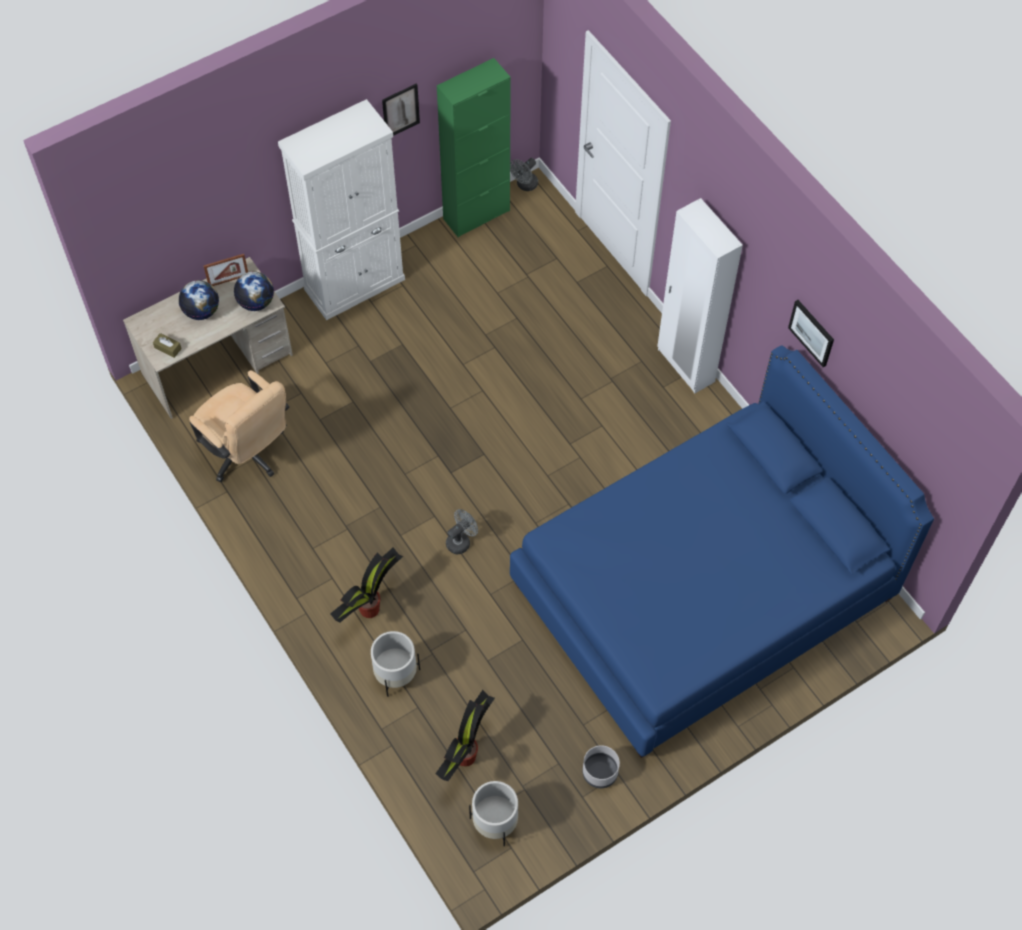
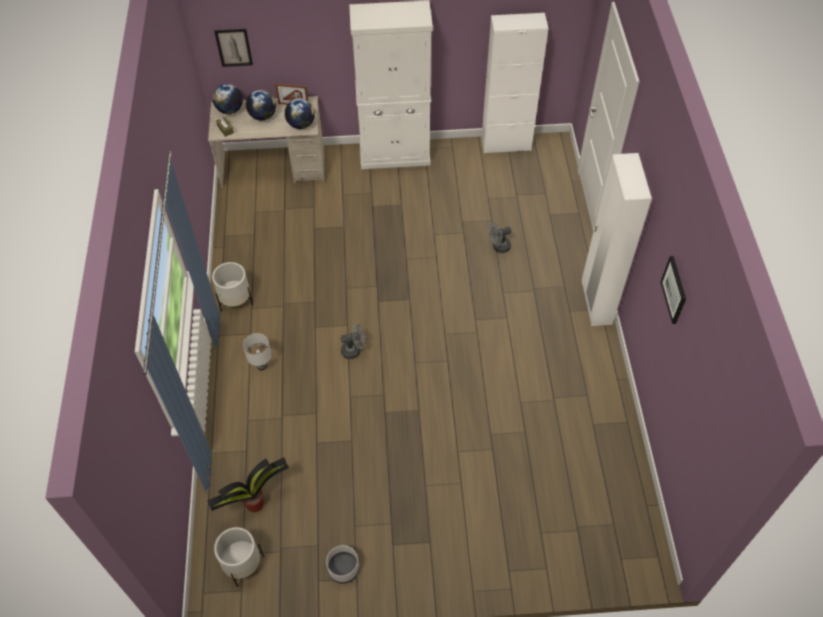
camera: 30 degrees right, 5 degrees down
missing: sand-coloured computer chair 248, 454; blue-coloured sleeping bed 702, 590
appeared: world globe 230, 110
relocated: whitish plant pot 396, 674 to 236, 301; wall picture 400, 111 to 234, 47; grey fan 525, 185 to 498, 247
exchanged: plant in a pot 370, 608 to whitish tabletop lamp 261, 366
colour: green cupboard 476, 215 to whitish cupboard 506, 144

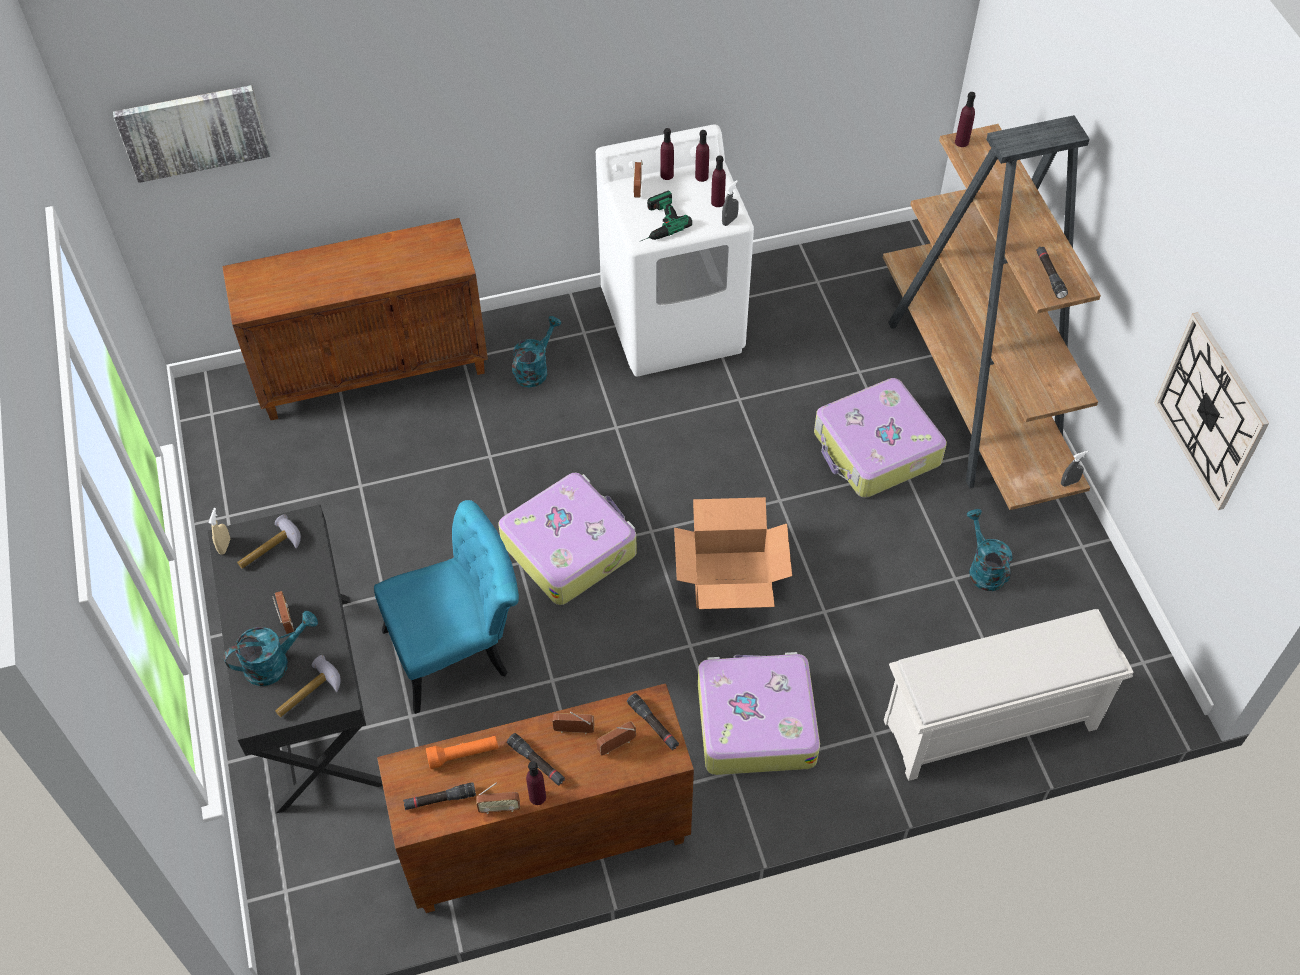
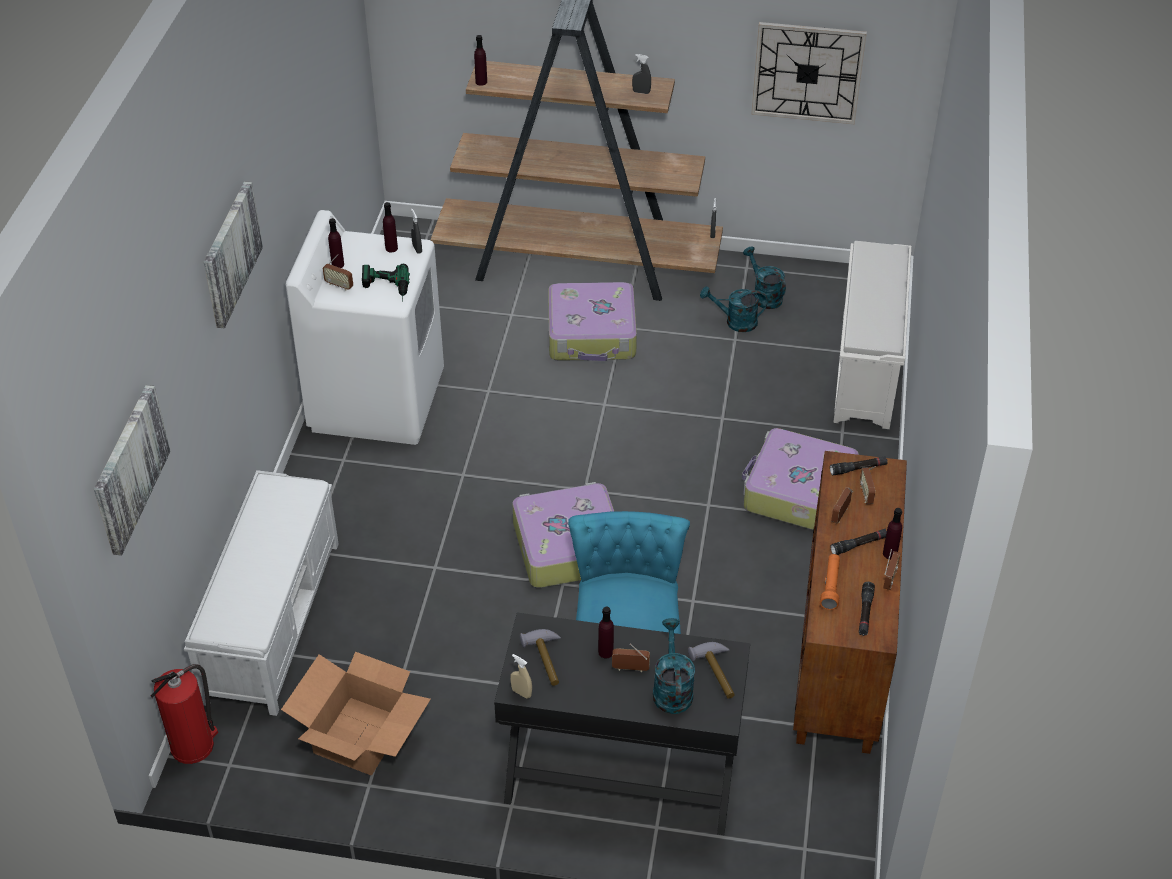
camera: 65 degrees left, 10 degrees down
appeared: fire-fighting cylinder 193, 745; wall picture 230, 253
relocated: cardboard box 731, 580 to 361, 736; purple-coloured beverage bottle 701, 176 to 605, 652; turquoise-coloured watering can 535, 369 to 764, 295
exchanged: brown cupboard 374, 370 to whitish indoor bench 273, 619; black hand torch 1050, 275 to grey hand sprayer 641, 92

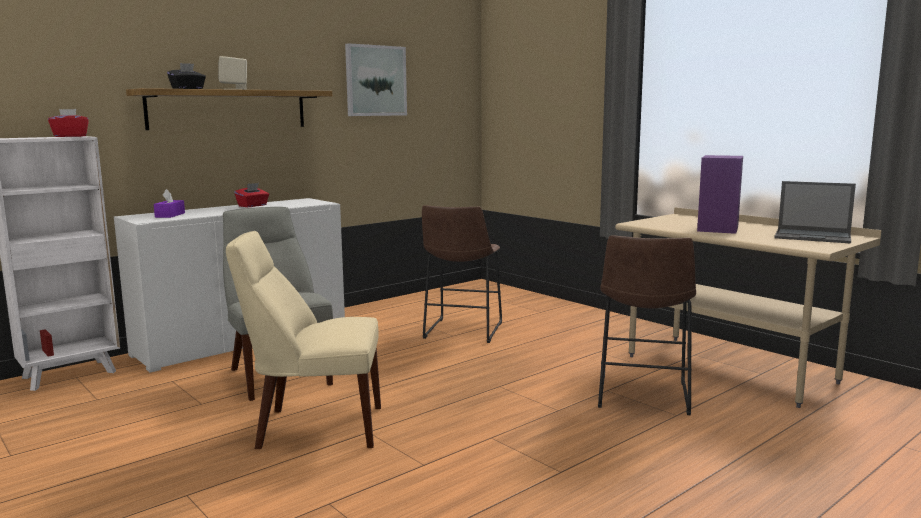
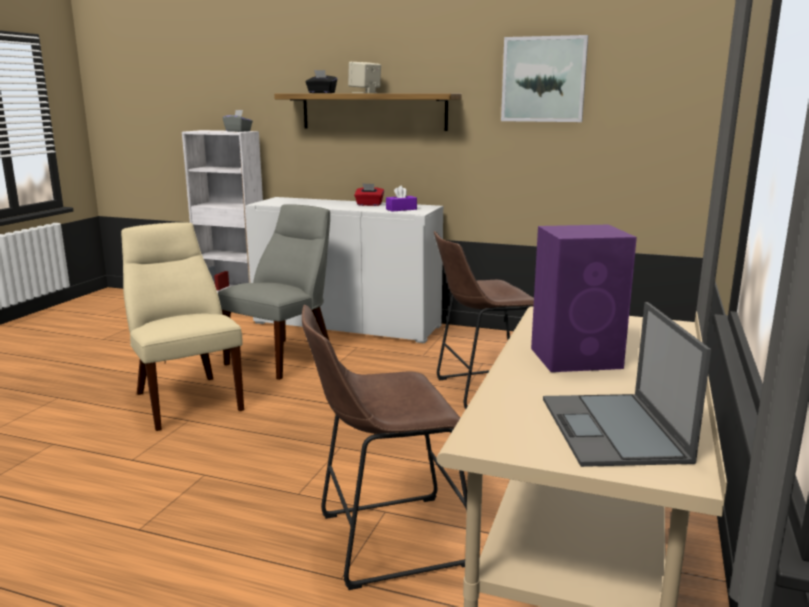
camera: 60 degrees right, 5 degrees up
relocated: purple-coloured box of tissues 170, 215 to 401, 209
colour: reddish box of tissues 70, 136 to grey box of tissues 238, 131

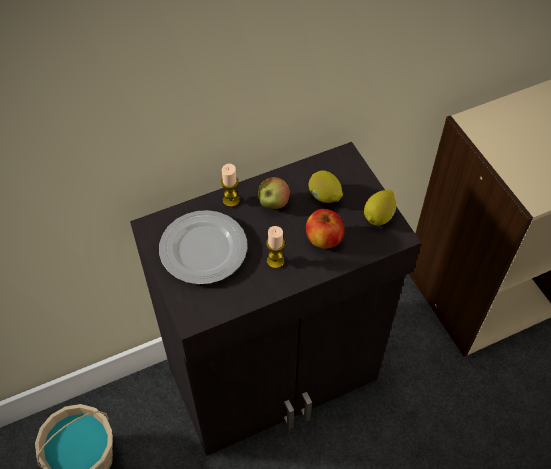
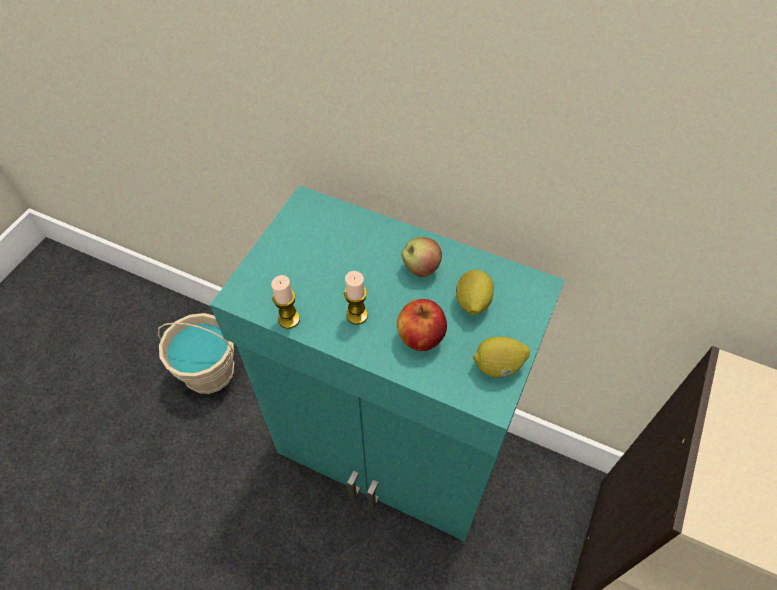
camera: 50 degrees right, 0 degrees up
missing: dinner plate 202, 250
relocated: wax light 231, 200 to 289, 319
colour: black cupboard 275, 376 to turquoise-coloured cupboard 391, 451

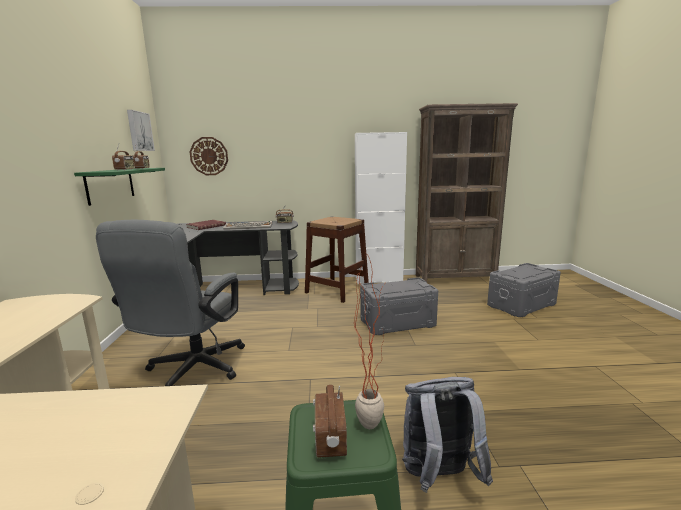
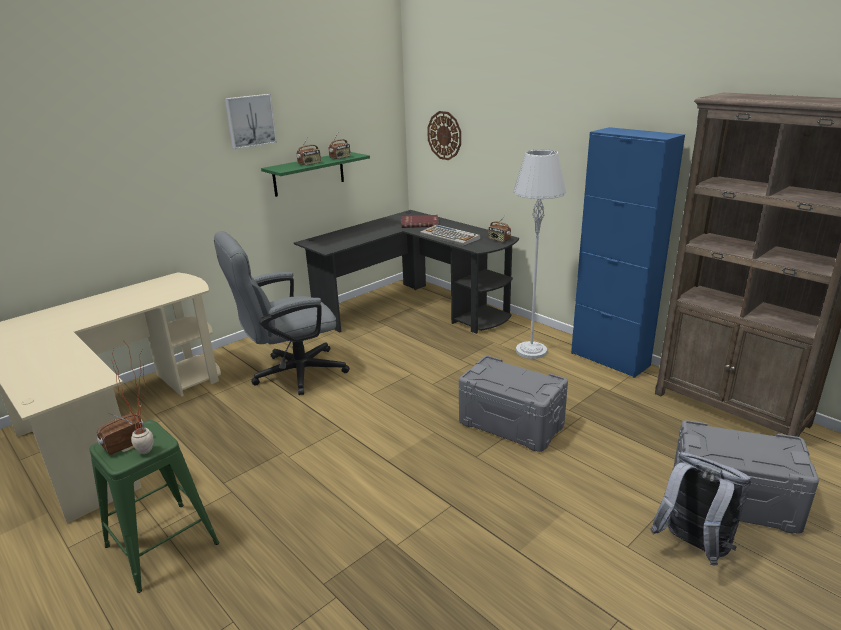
camera: 50 degrees right, 10 degrees up
relocated: wall picture 139, 131 to 250, 121; grey knapsack 438, 477 to 692, 547
exchanged: brown stool seat 337, 290 to grey standard lamp 531, 351
colour: whitish cupboard 379, 280 to blue-coloured cupboard 610, 359

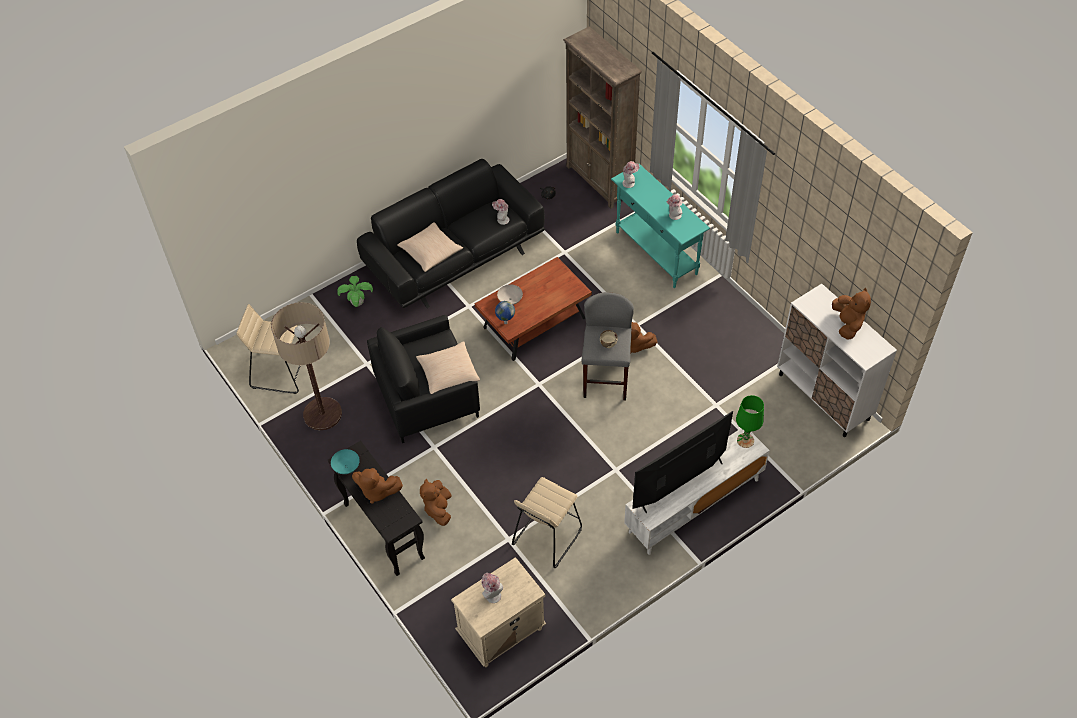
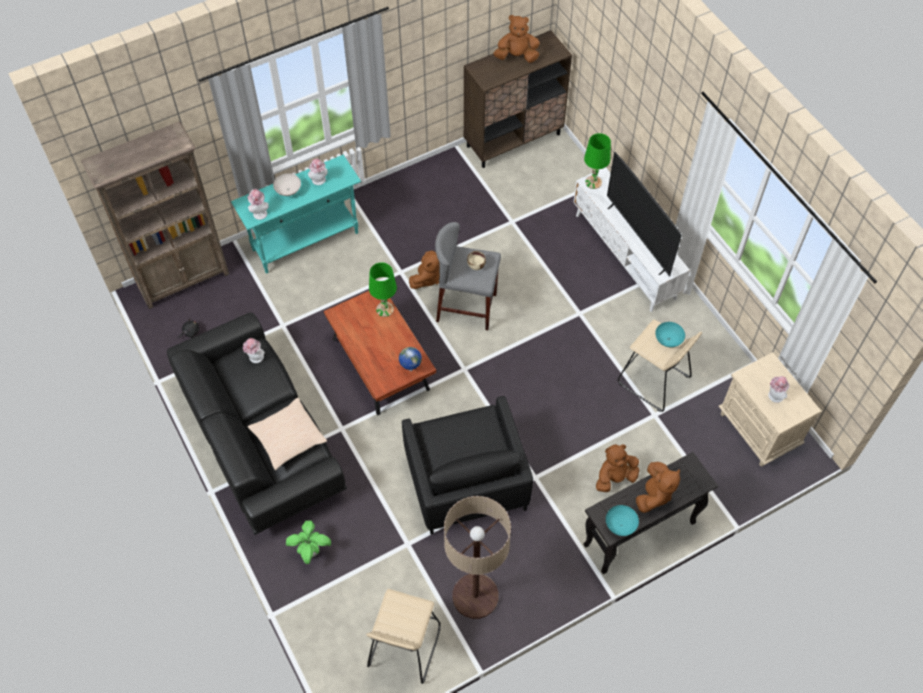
camera: 85 degrees left, 5 degrees up
missing: sand-coloured throw pillow 448, 373
appeared: green tabletop lamp 384, 309; turquoise-coloured serving bowl 668, 340
relocated: whitish serving bowl 510, 300 to 288, 190
colour: whitish cupboard 824, 397 to brown cupboard 513, 140
spun: brown soft toy 438, 509 = 615, 477 150 degrees clockwise

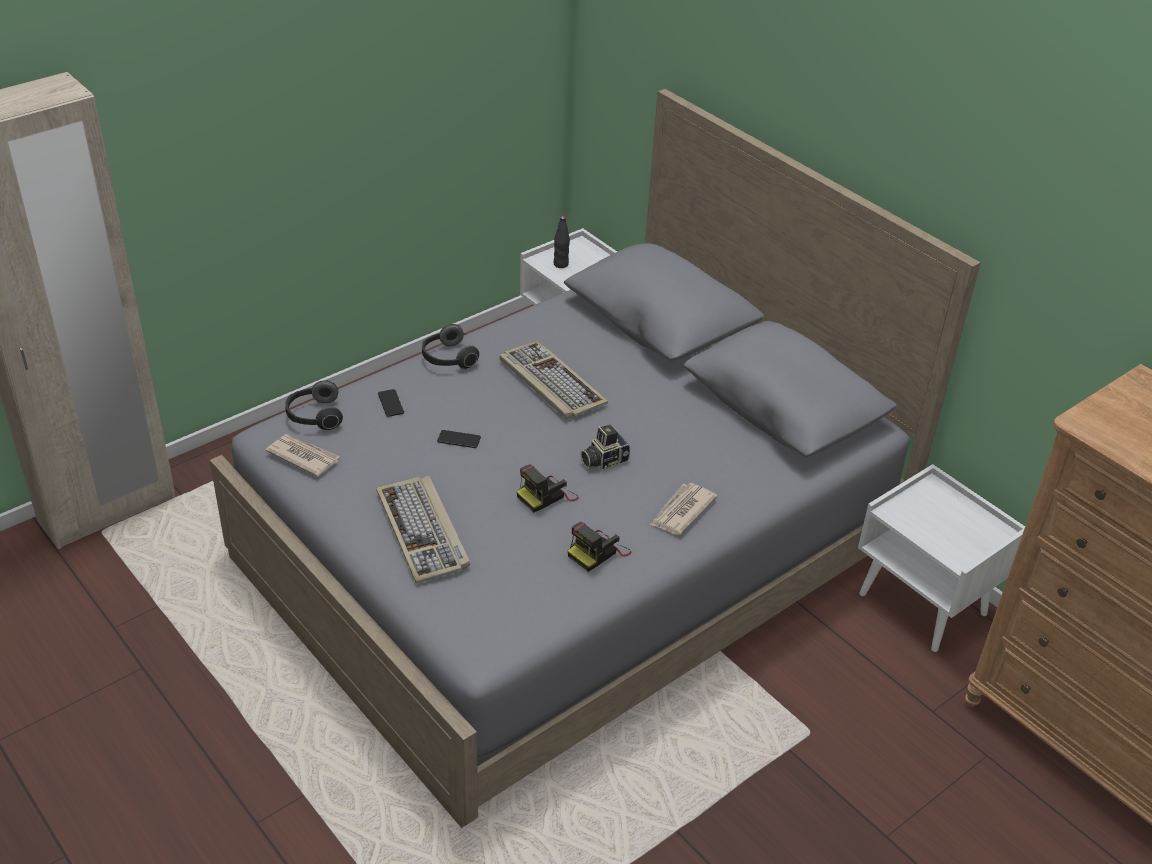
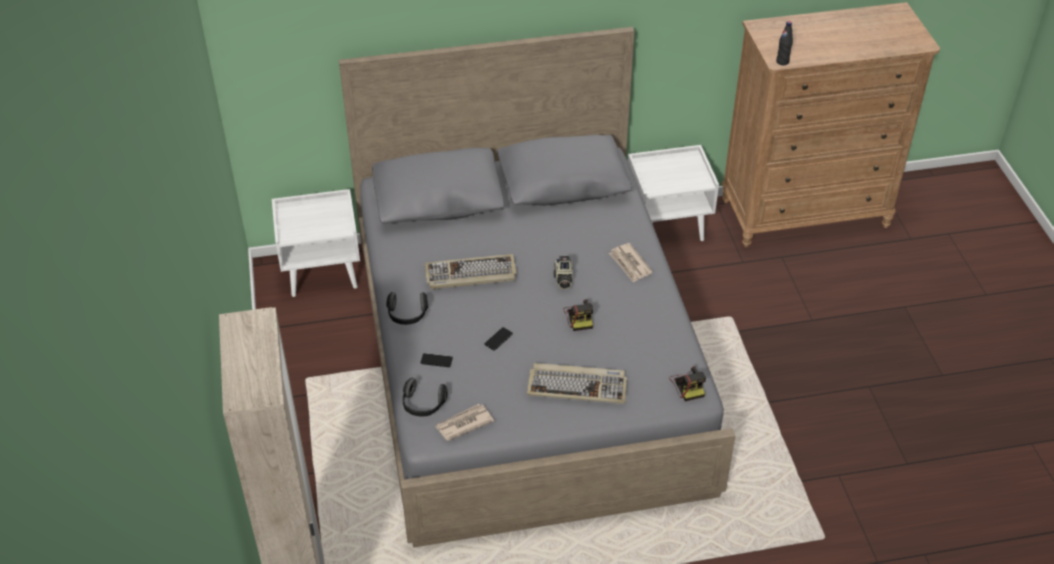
camera: 60 degrees left, 5 degrees up
relocated: still camera 598, 552 to 688, 385; black beverage bottle 561, 264 to 782, 61

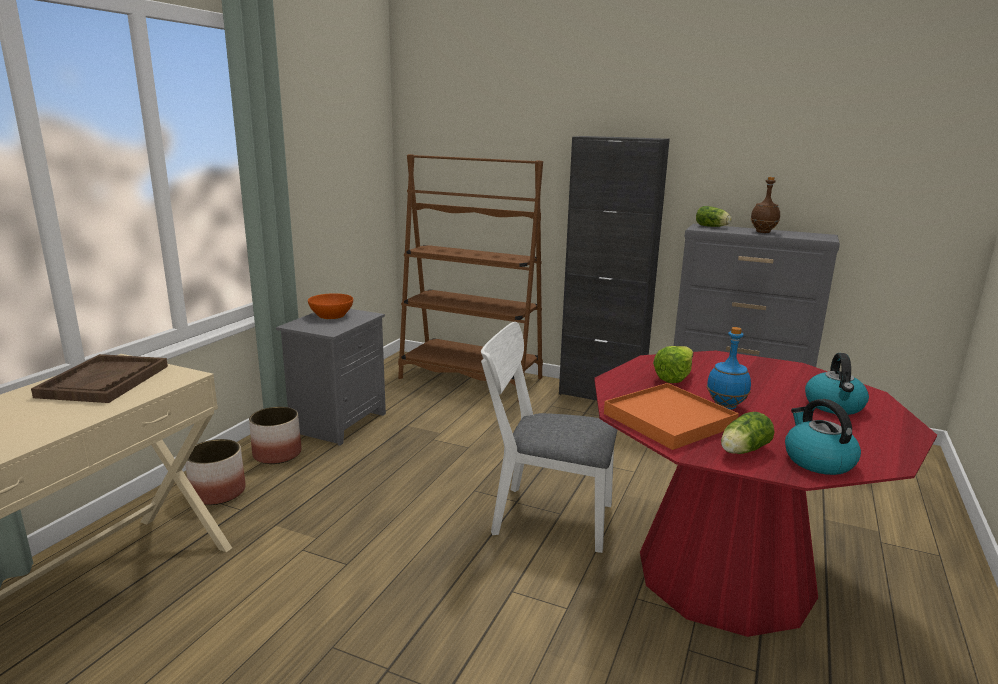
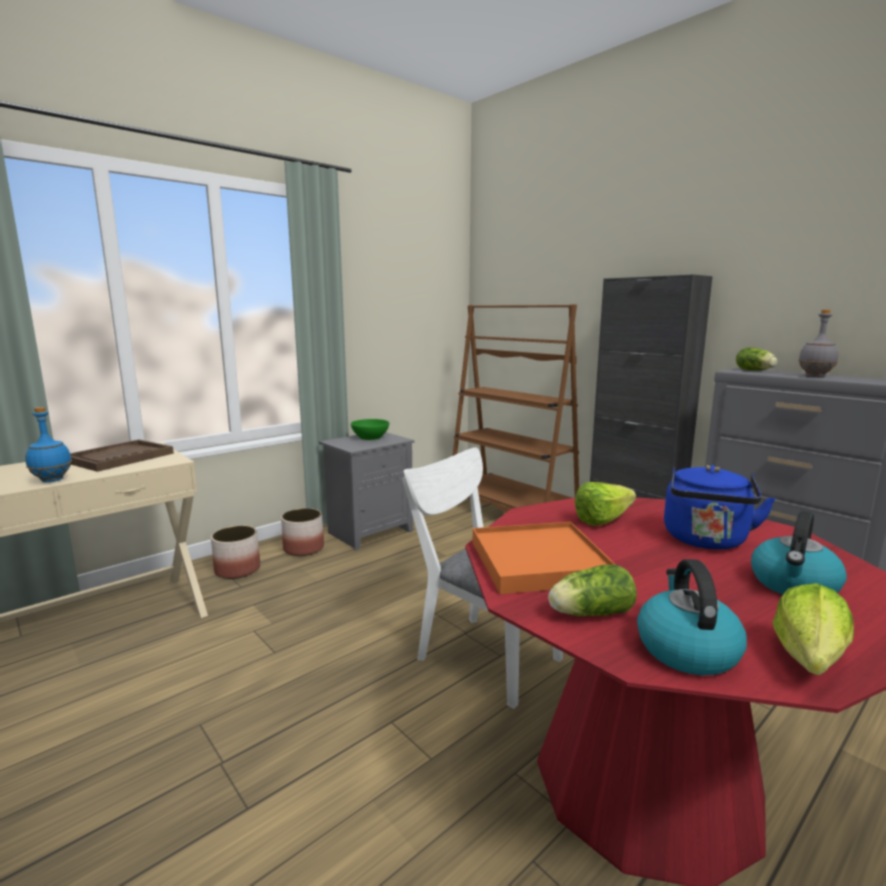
camera: 25 degrees right, 5 degrees down
appeared: blue-coloured water kettle 706, 541; lettuce 806, 665
relocated: blue-coloured beverage bottle 725, 406 to 53, 480
colour: orangey serving bowl 331, 315 to green serving bowl 370, 437; brown beverage bottle 762, 232 to grey beverage bottle 814, 376

